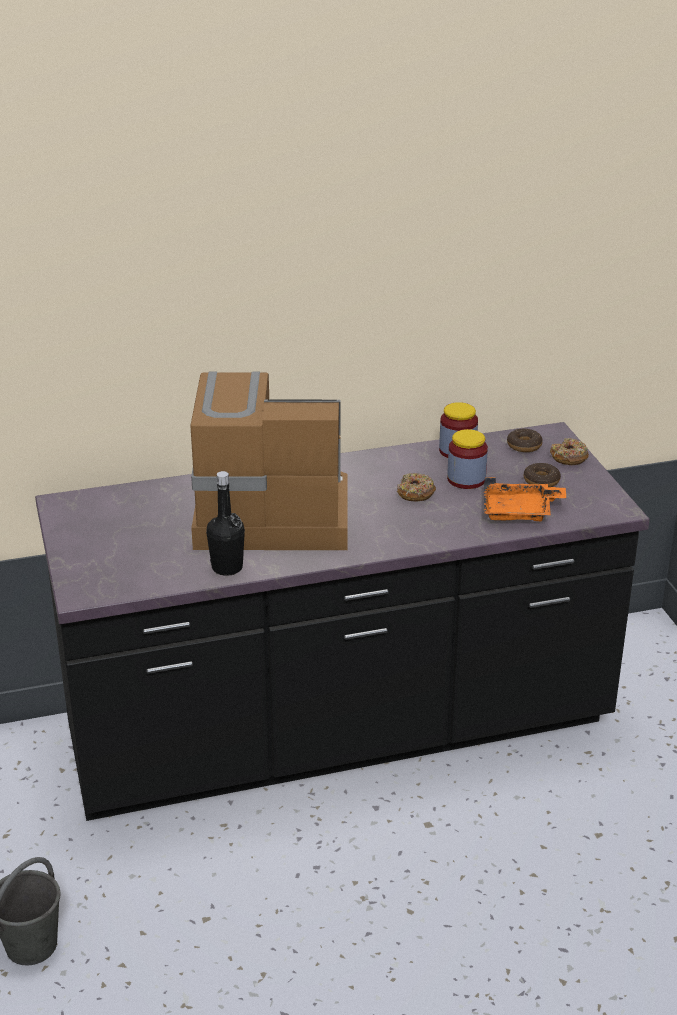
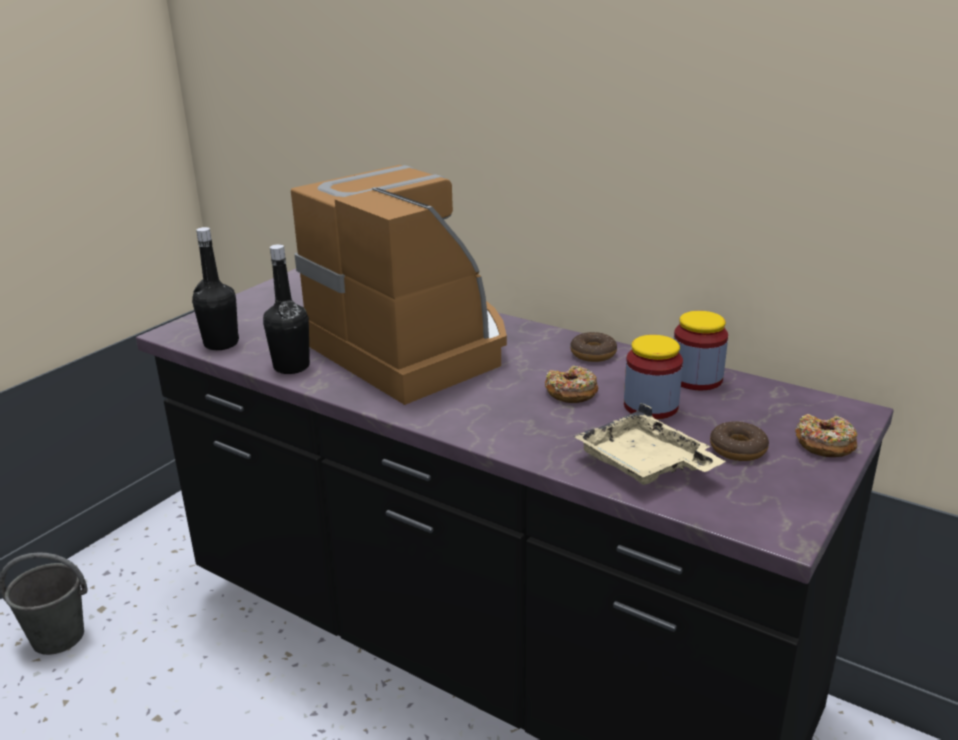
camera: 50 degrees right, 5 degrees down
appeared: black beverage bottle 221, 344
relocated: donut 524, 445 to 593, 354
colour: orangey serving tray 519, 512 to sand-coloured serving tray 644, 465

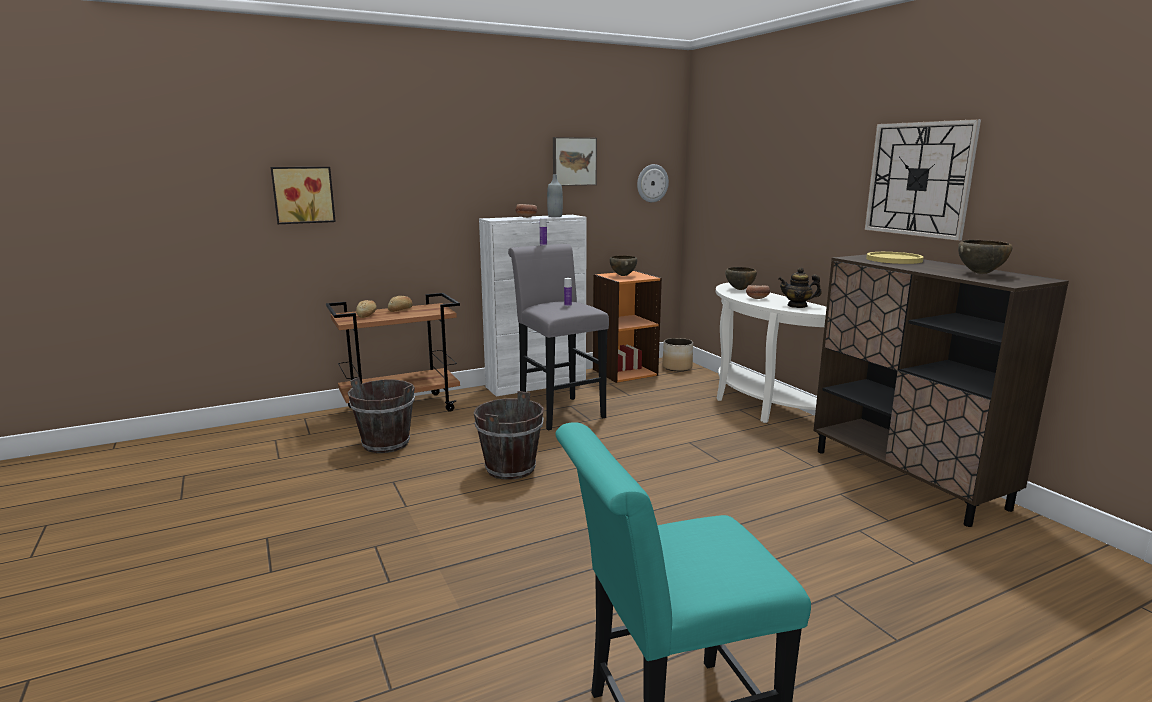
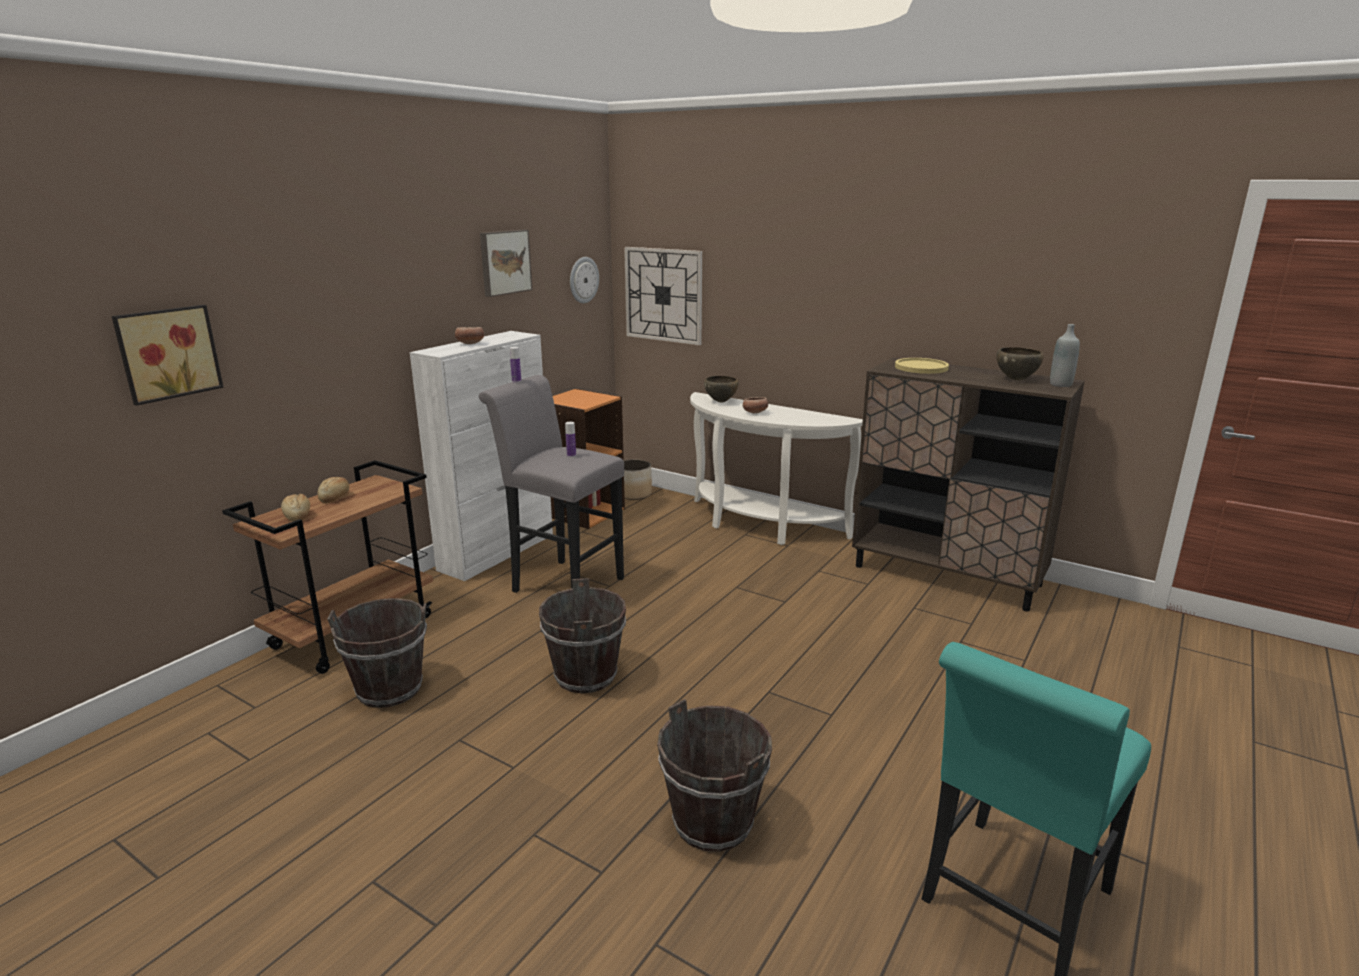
camera: 30 degrees left, 5 degrees up
missing: brown serving bowl 623, 275; pot for tea 797, 306
appeared: brown pail 713, 822
relocated: hanging clock 919, 179 to 663, 295; grey beverage bottle 555, 216 to 1060, 384

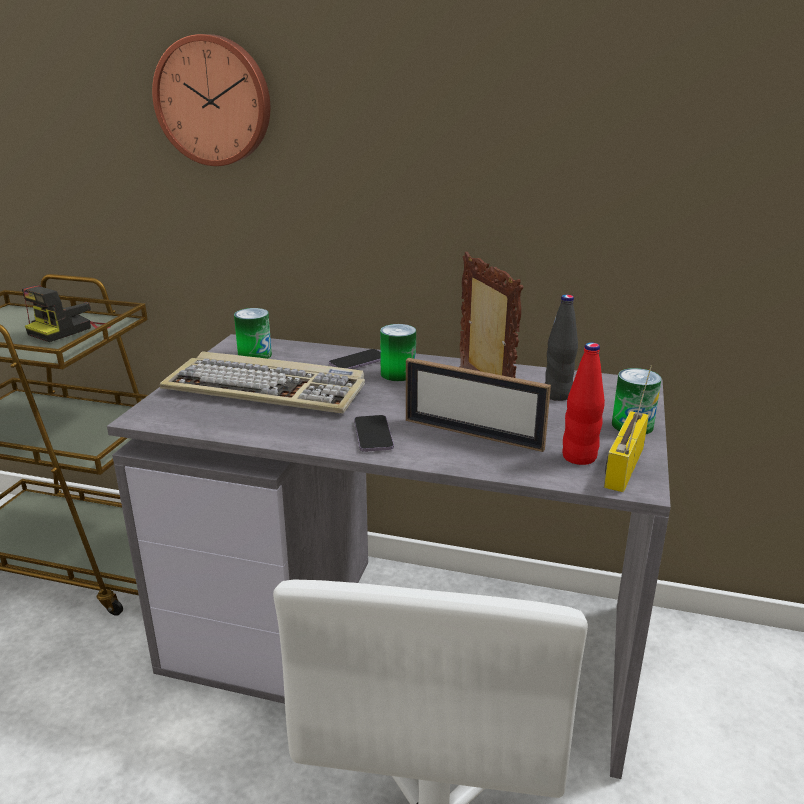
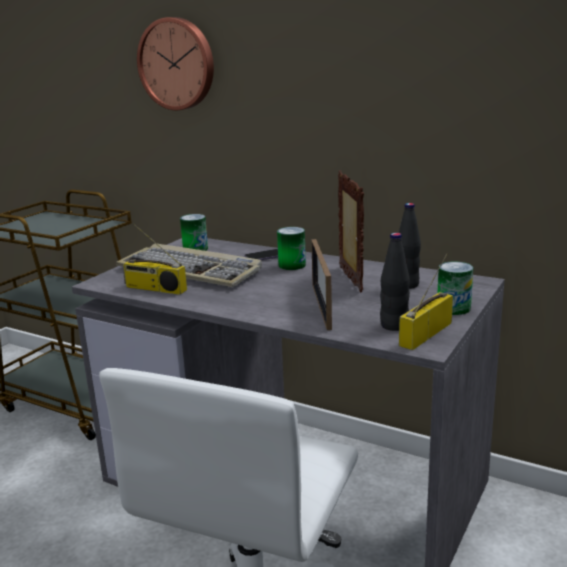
camera: 15 degrees right, 5 degrees down
missing: still camera 69, 330; telephone 373, 435
appeared: radio receiver 154, 289
colour: reddish beverage bottle 579, 457 to black beverage bottle 394, 326
spun: standing frame 472, 434 = 321, 306 45 degrees clockwise

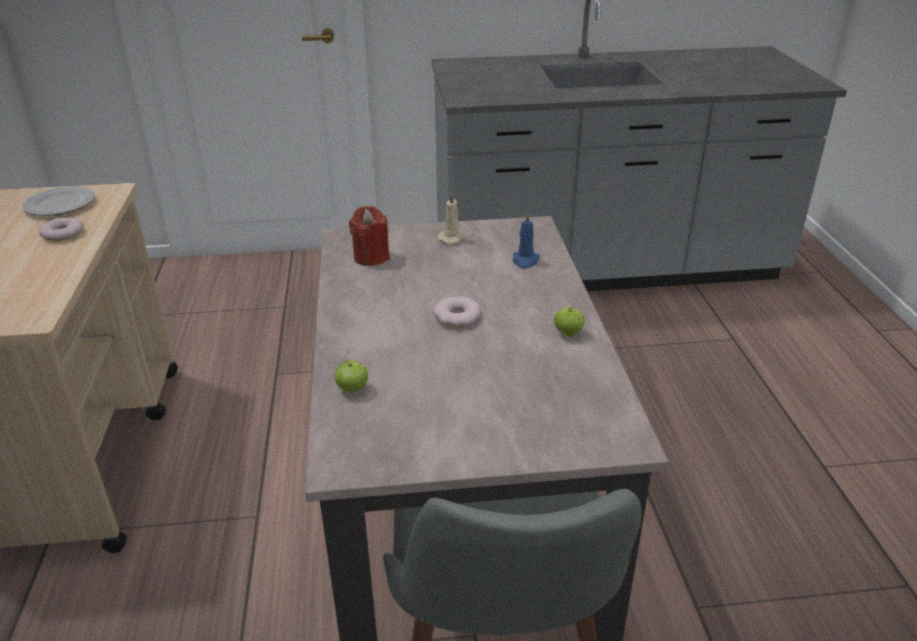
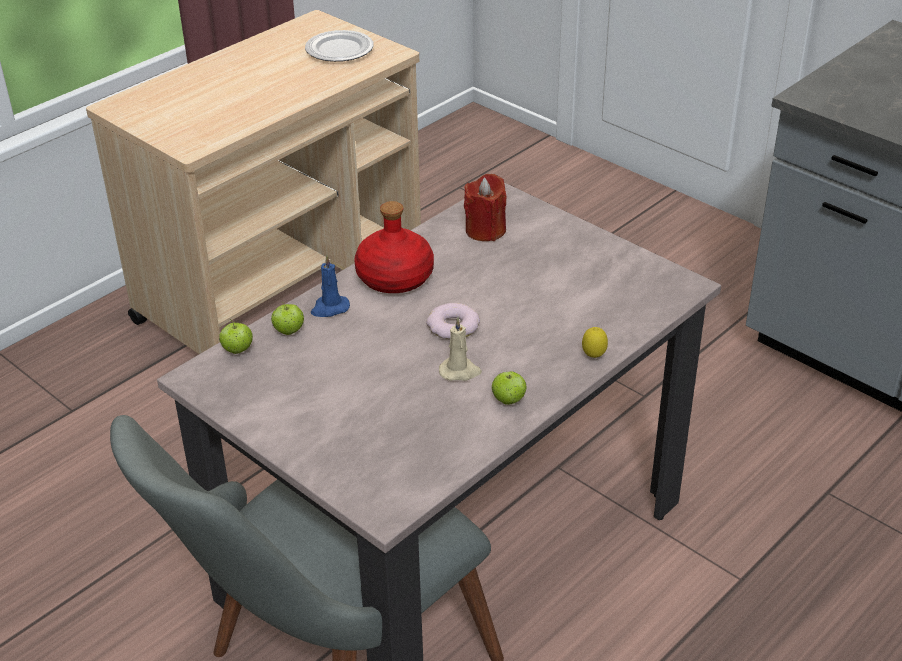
camera: 50 degrees right, 5 degrees up
missing: donut 62, 233
appeared: apple 237, 350; reddish beverage bottle 395, 277; citrus fruit 593, 357
relocated: blue-coloured wax light 525, 261 to 329, 308; sand-coloured wax light 453, 238 to 460, 371

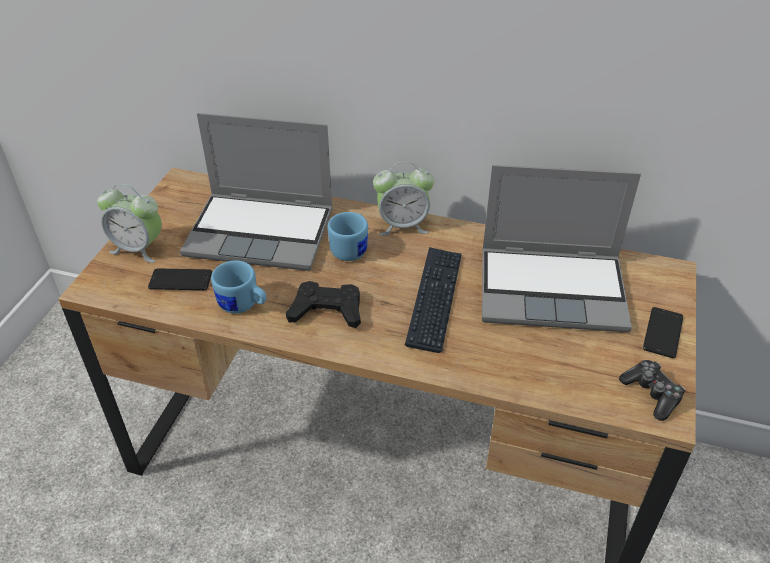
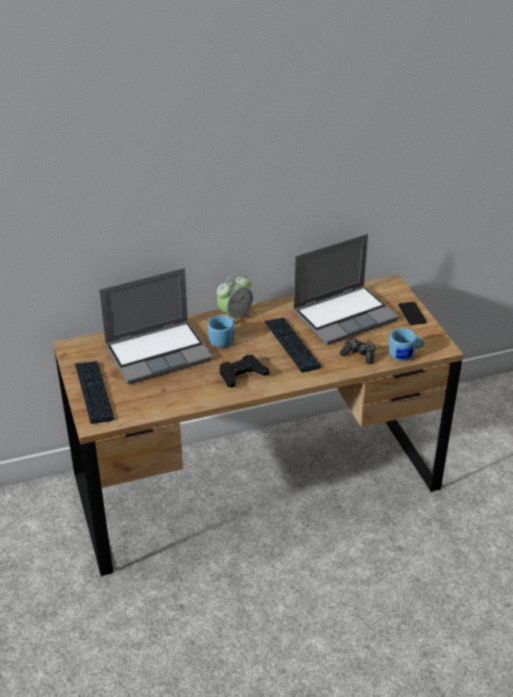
camera: 35 degrees left, 5 degrees down
missing: telephone 180, 280
relocated: game controller 651, 394 to 359, 355; blue-coloured mug 243, 305 to 405, 355
exchanged: bedside clock 138, 248 to computer keyboard 94, 392

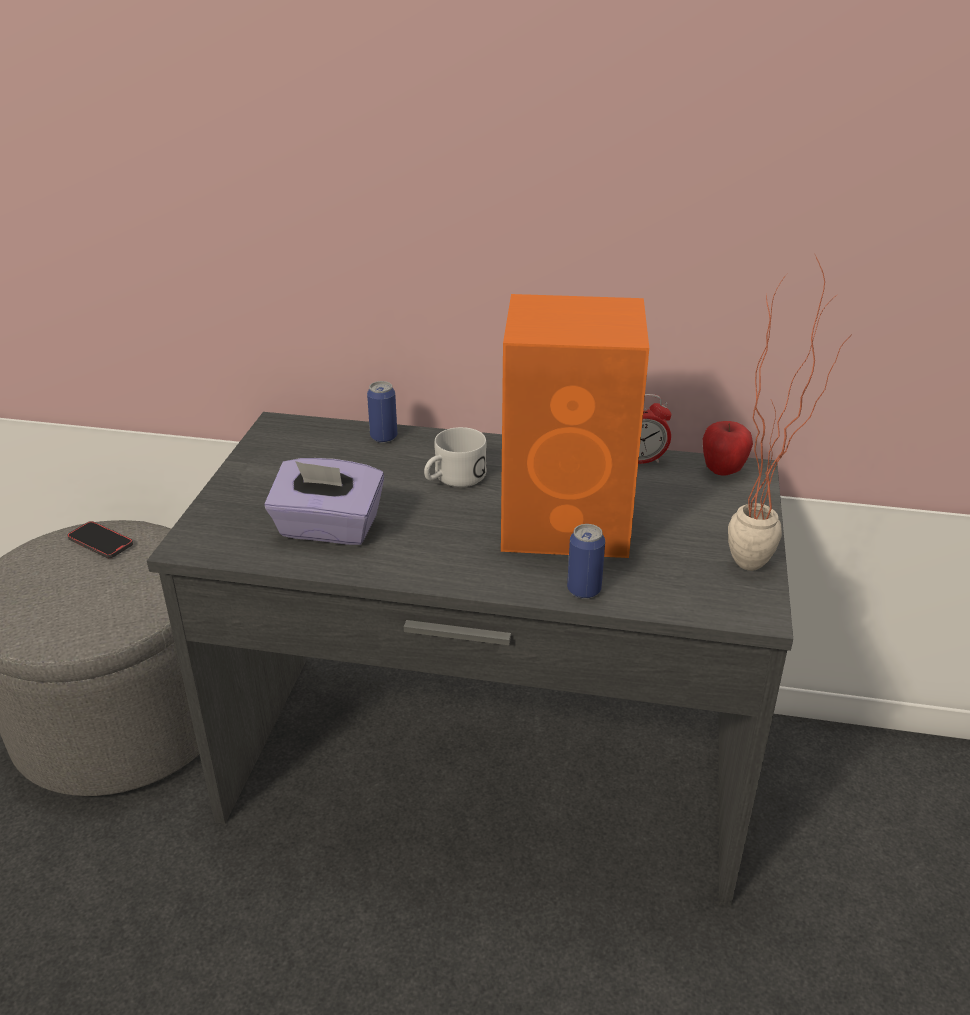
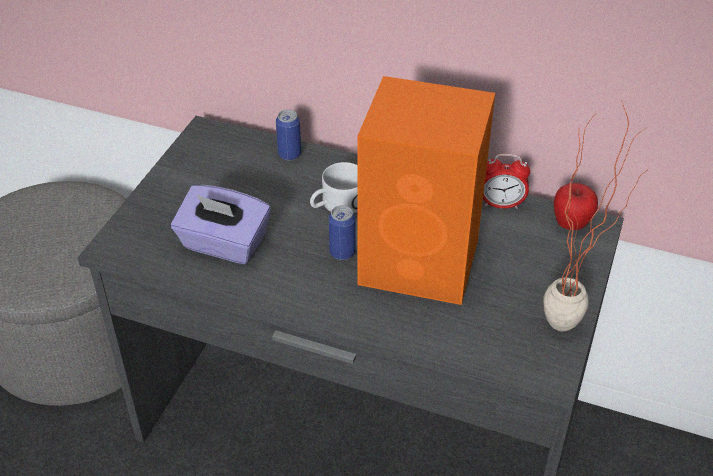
camera: 10 degrees right, 10 degrees up
missing: telephone 100, 542
relocated: sealed can 584, 590 to 342, 252

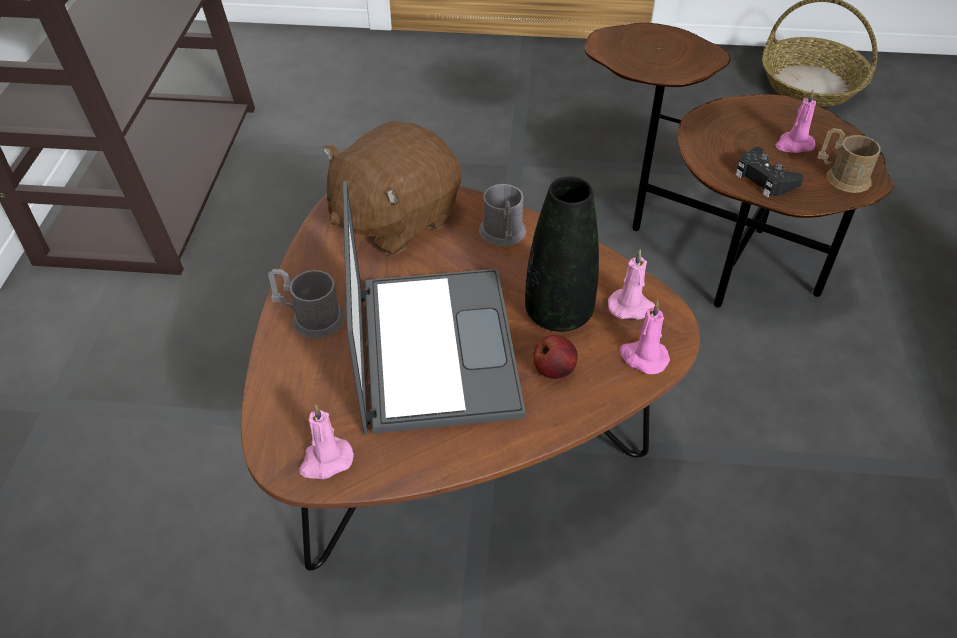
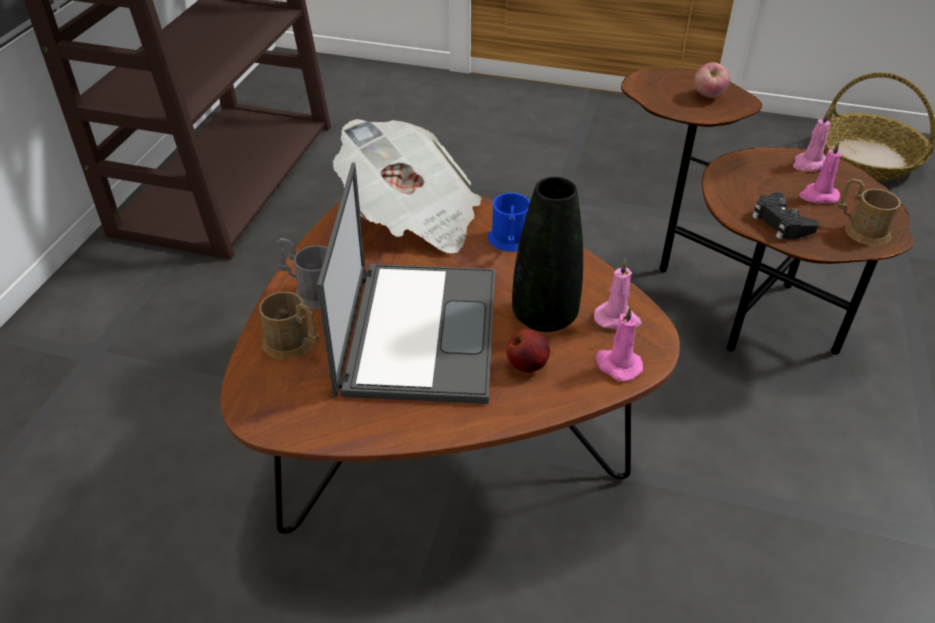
camera: 10 degrees right, 5 degrees down
appeared: brown mug 294, 344; apple 708, 96
relocated: pinkish wax light 325, 461 to 809, 164
exchanged: brown soft toy 394, 219 to daily paper 412, 217
colour: grey mug 503, 235 to blue-coloured mug 510, 242

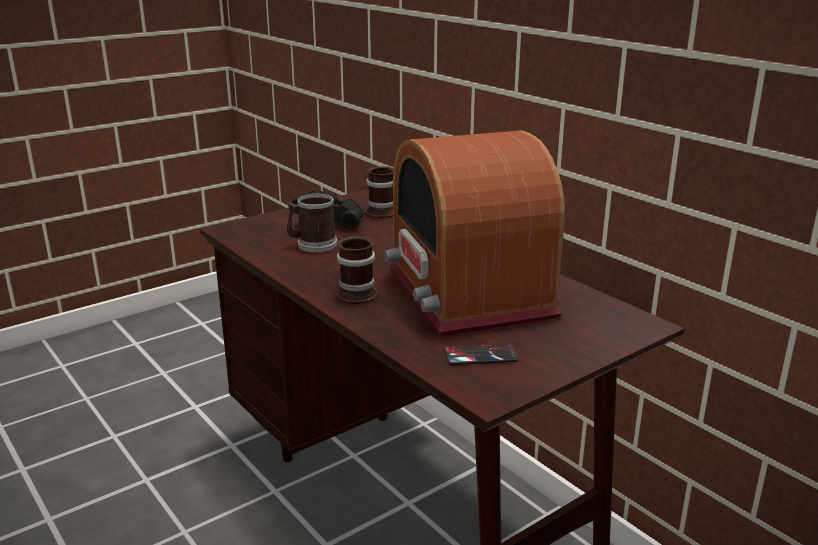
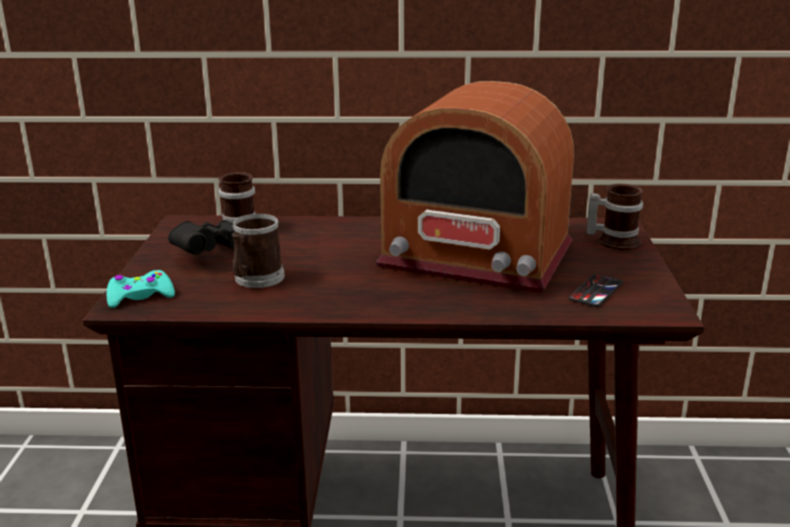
camera: 50 degrees left, 0 degrees up
appeared: turquoise-coloured game controller 140, 297
relocated: mug 357, 292 to 614, 241

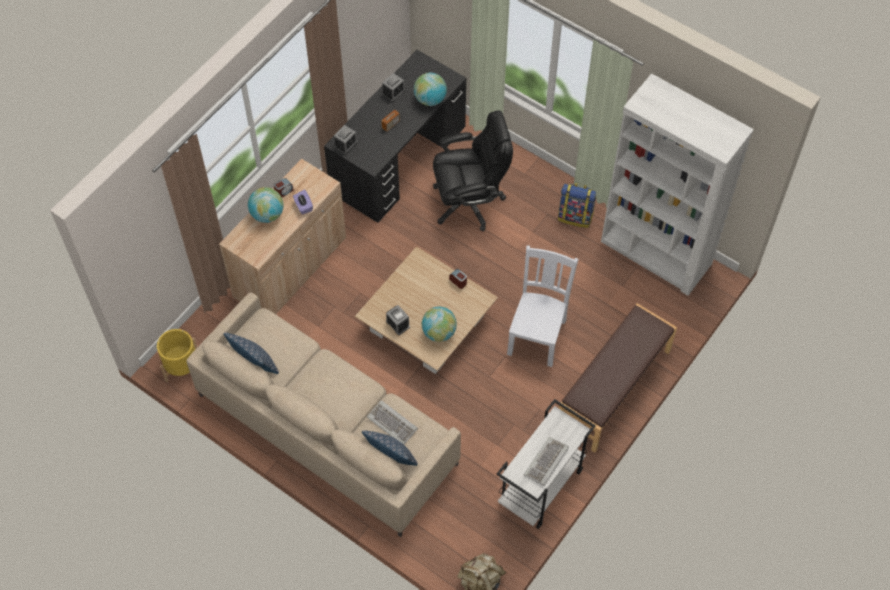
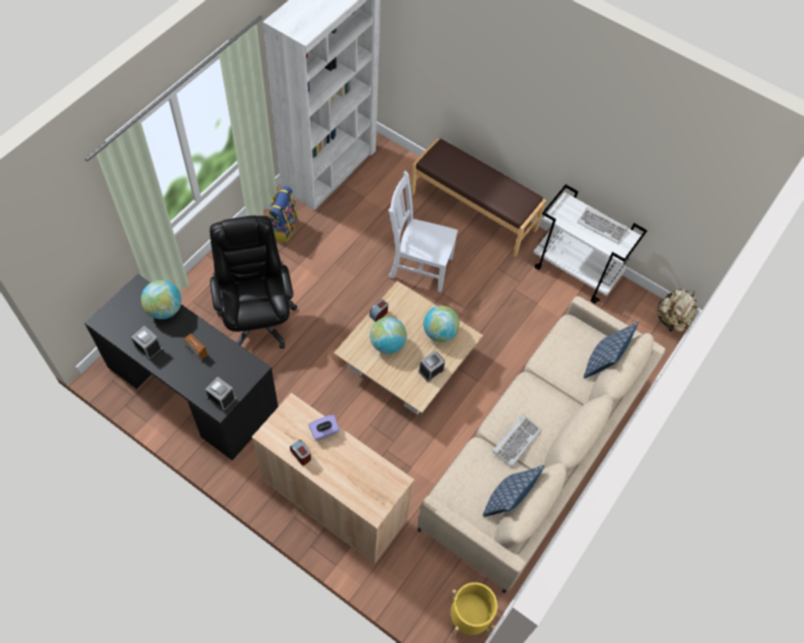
camera: 95 degrees left, 0 degrees up
relocated: world globe 267, 214 to 387, 344; computer keyboard 392, 423 to 516, 441

